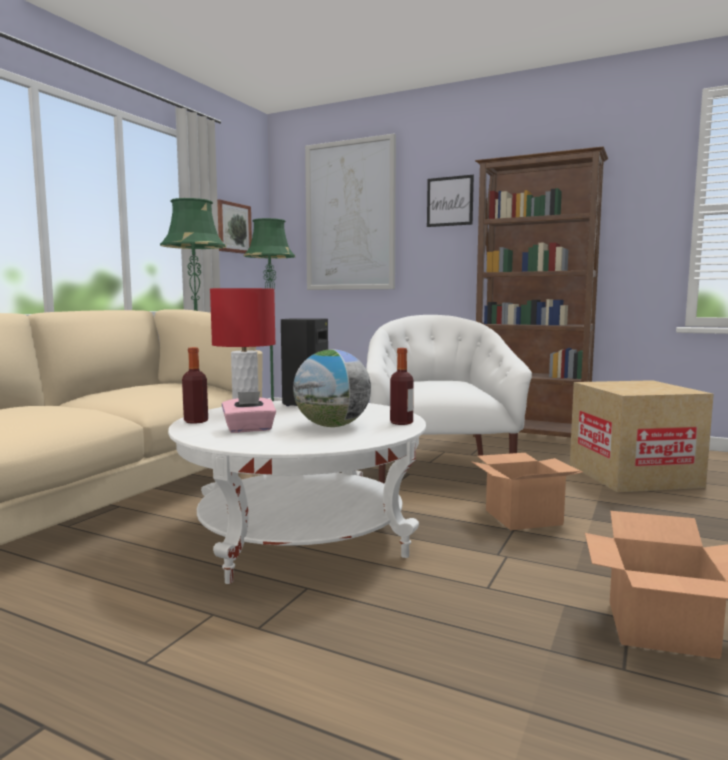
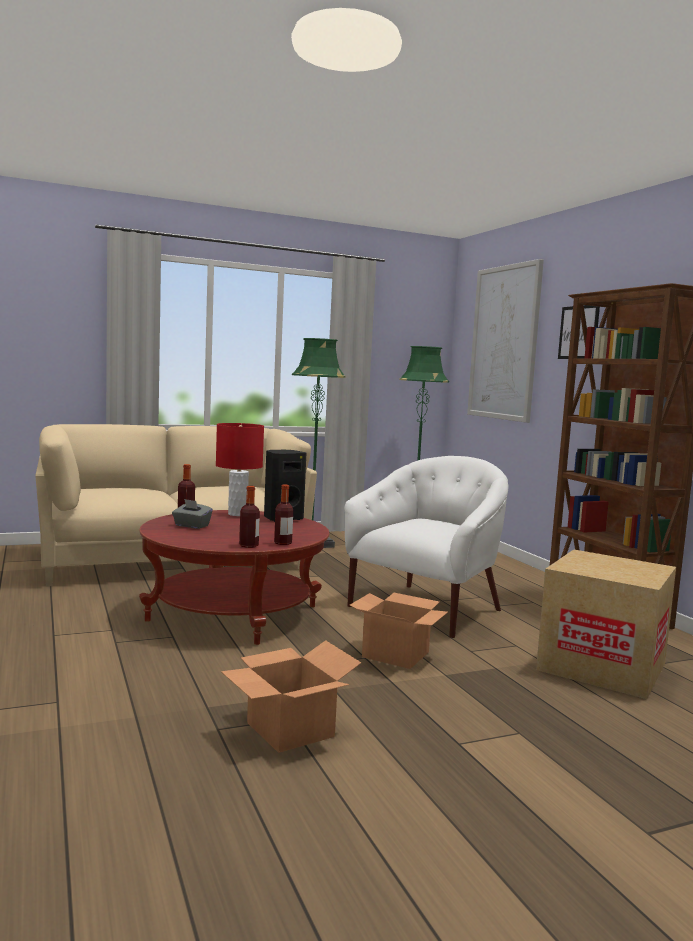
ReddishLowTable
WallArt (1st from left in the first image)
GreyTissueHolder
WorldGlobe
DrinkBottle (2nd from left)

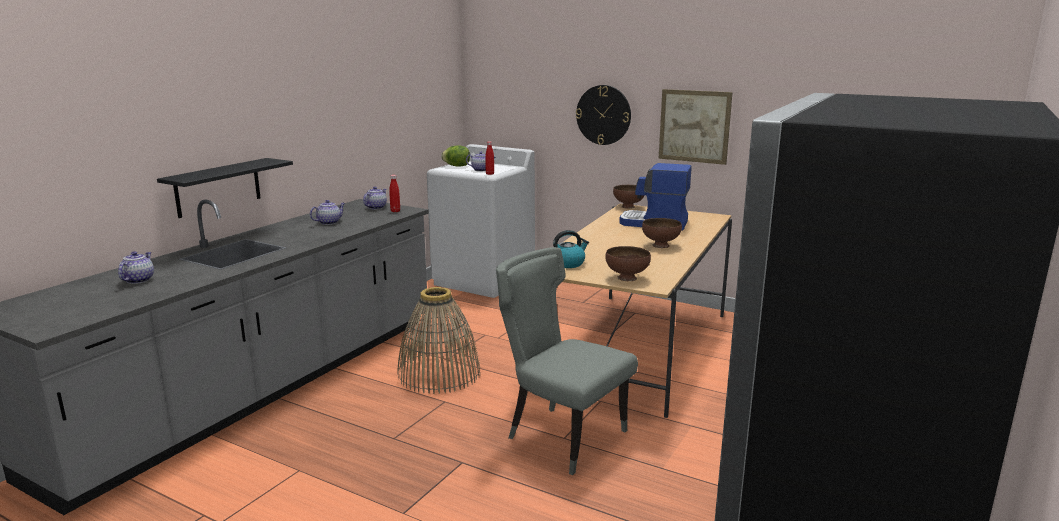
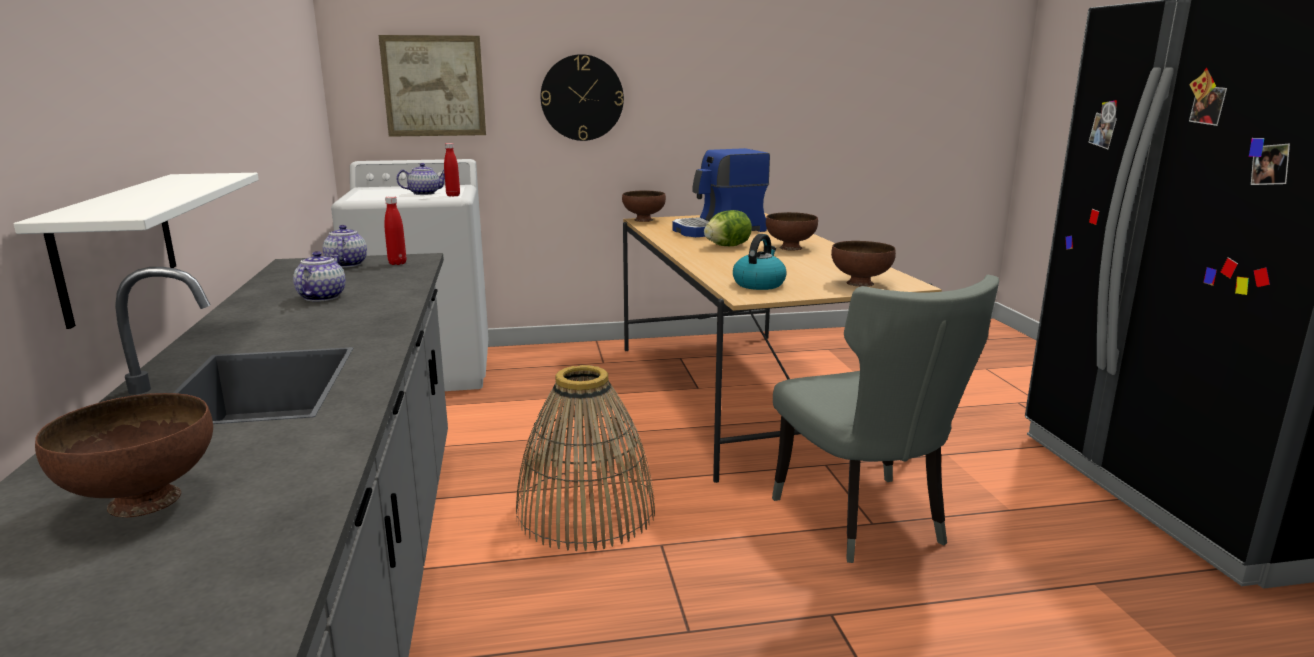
BrownishServingBowl (1st from left)
WhiteColouredWallShelf
Lettuce
GreyChair
WallArt

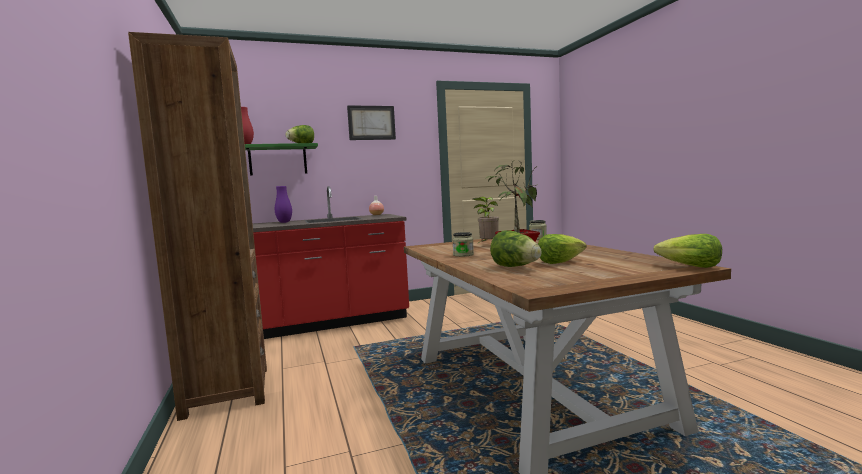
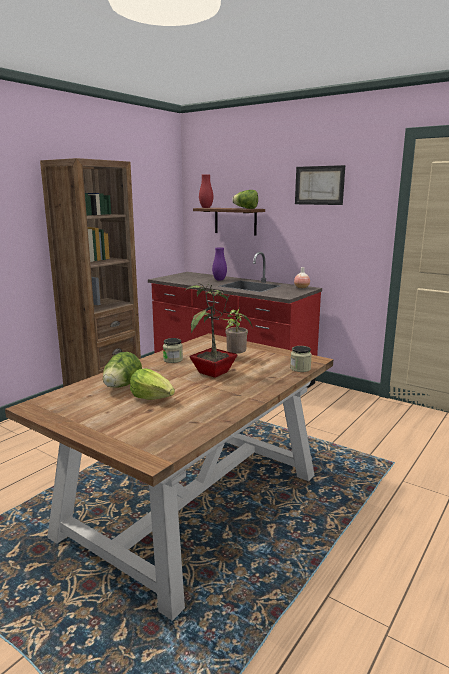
BrownishWallShelf
Lettuce (4th from left in the first image)

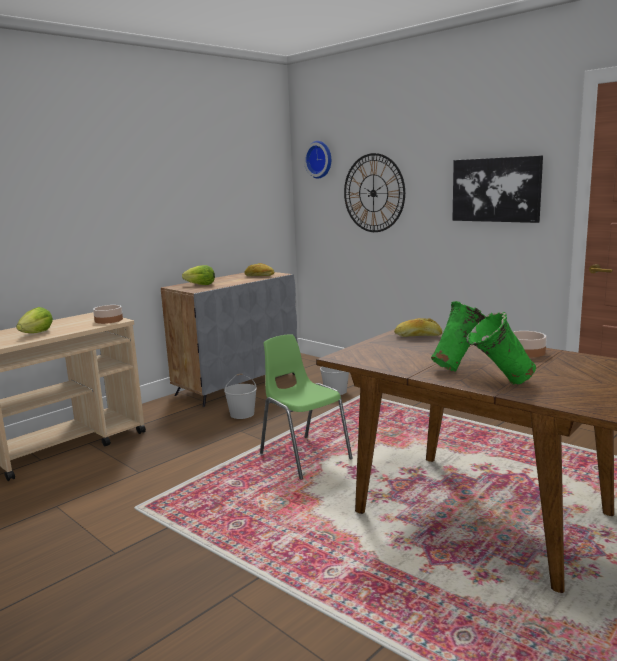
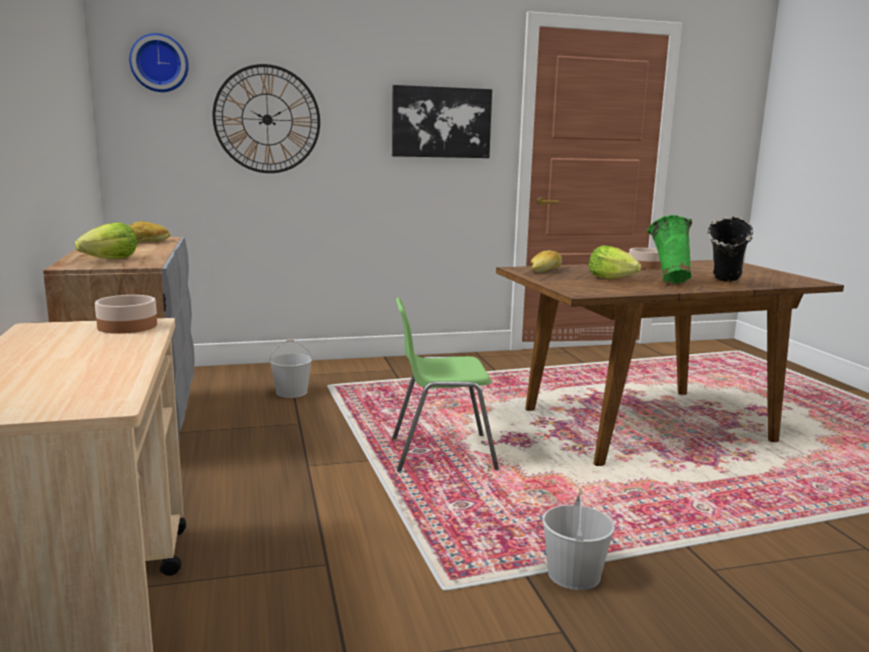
Lettuce (2nd from left)
WhiteColouredPail (2nd from left)
BlackVase

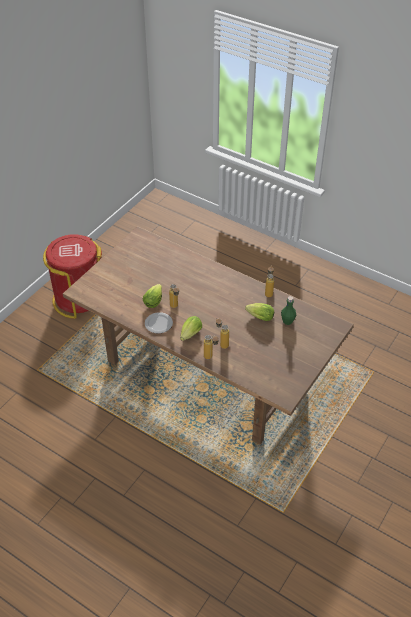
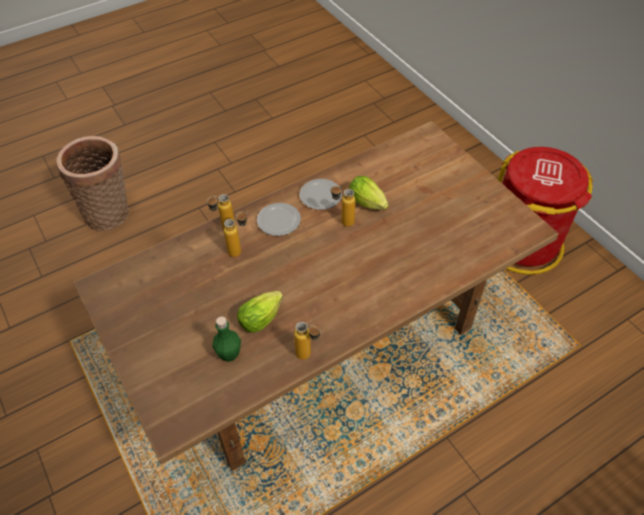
DinnerPlate (1st from left)
StorageBasket

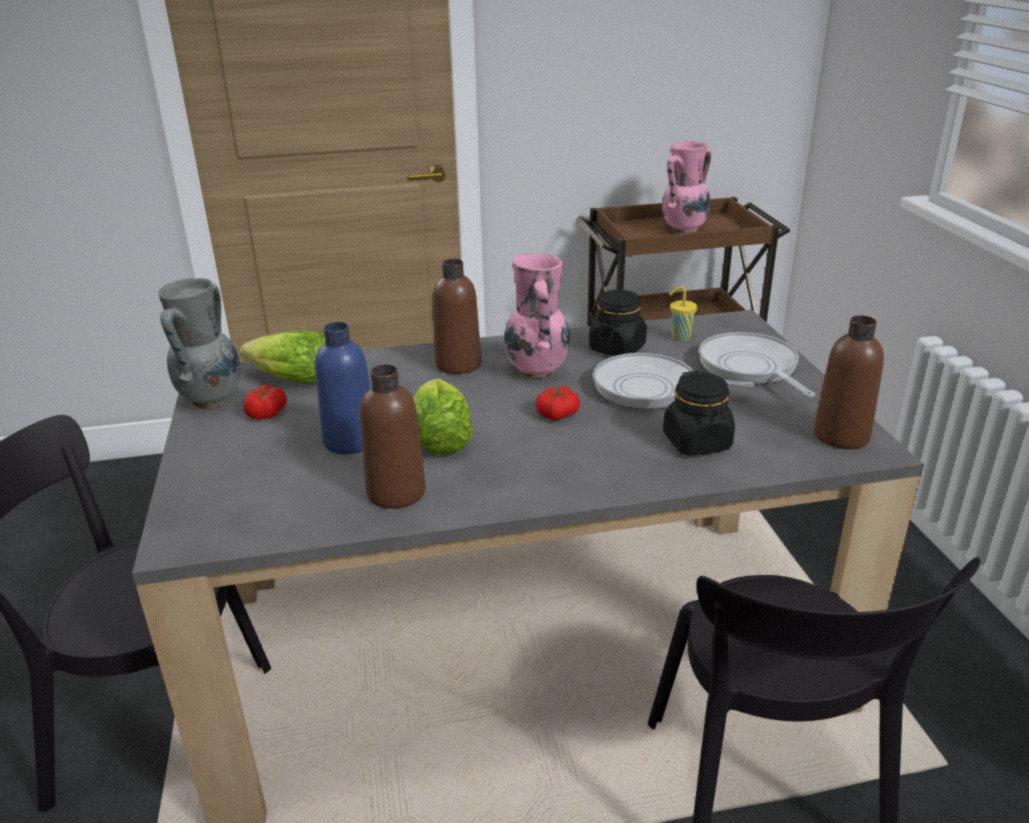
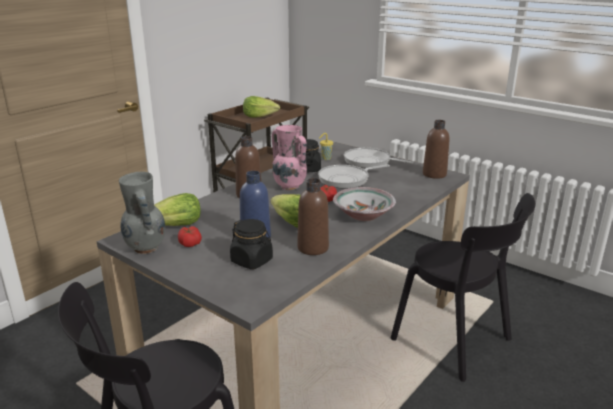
Lettuce (2nd from left)
BlackStorageJar (1st from left)
ServingBowl

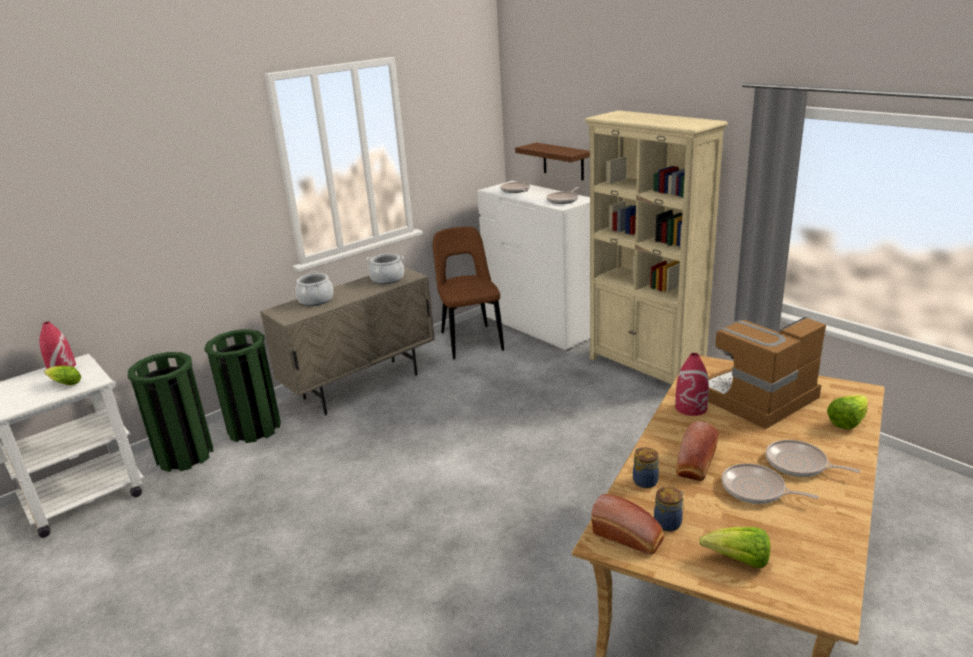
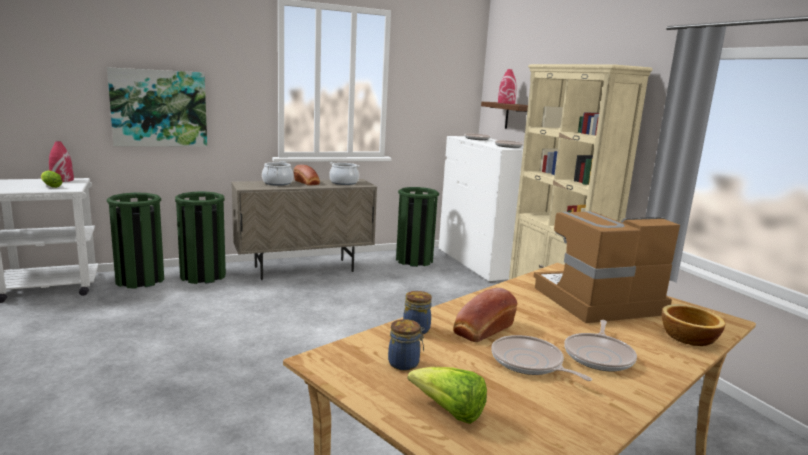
GreenColouredTrashCan (3rd from left)
BakeryBread (1st from left)
ReddishVase (2nd from left)
FryingPan (4th from left)
ServingBowl
WallArt

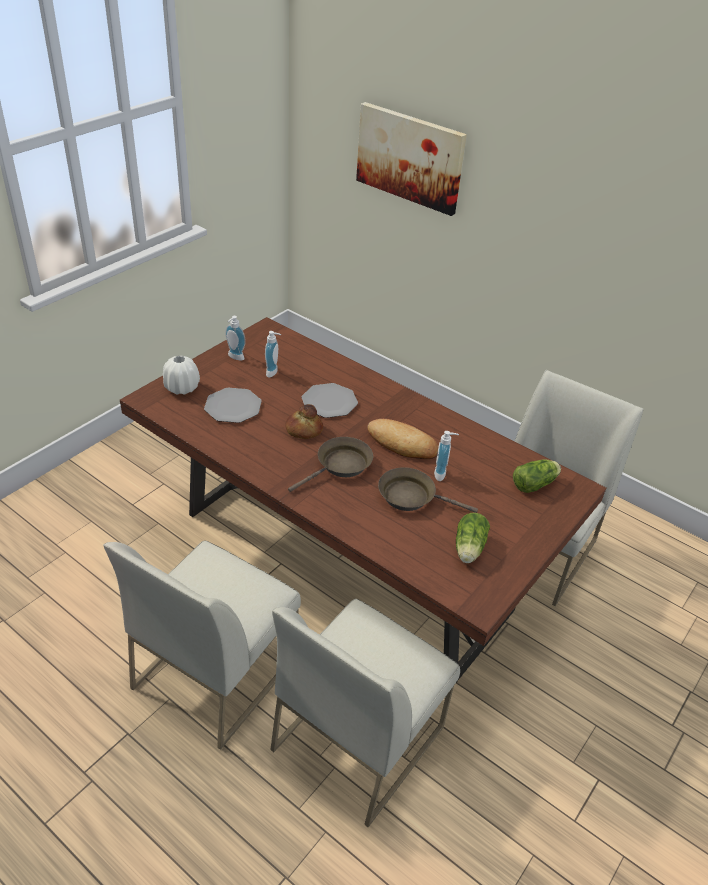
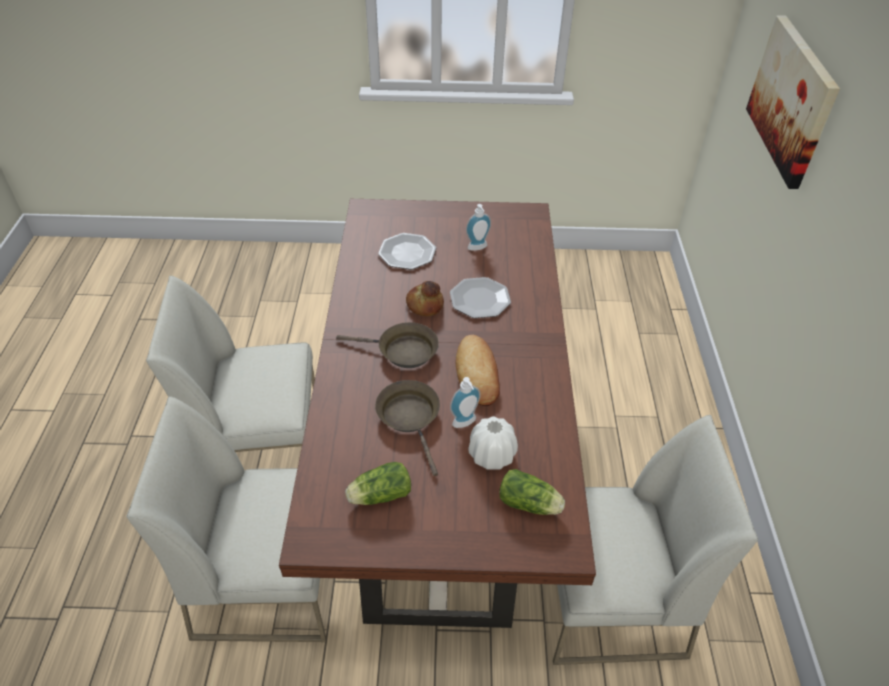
WhiteColouredVase
SoapBottle (1st from left in the first image)

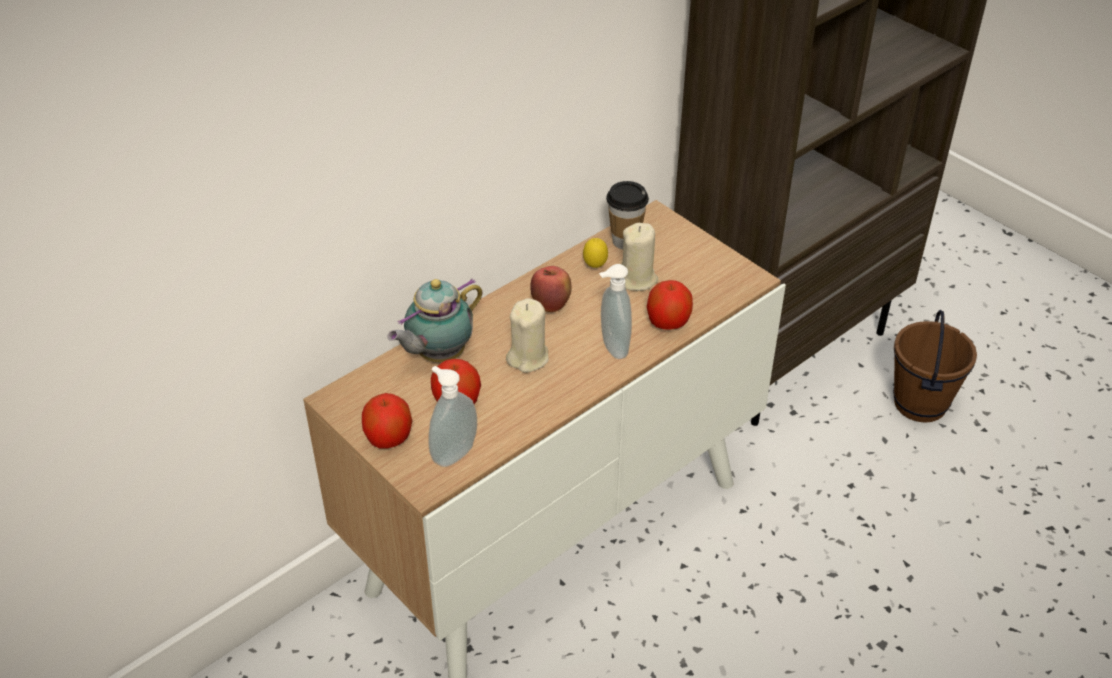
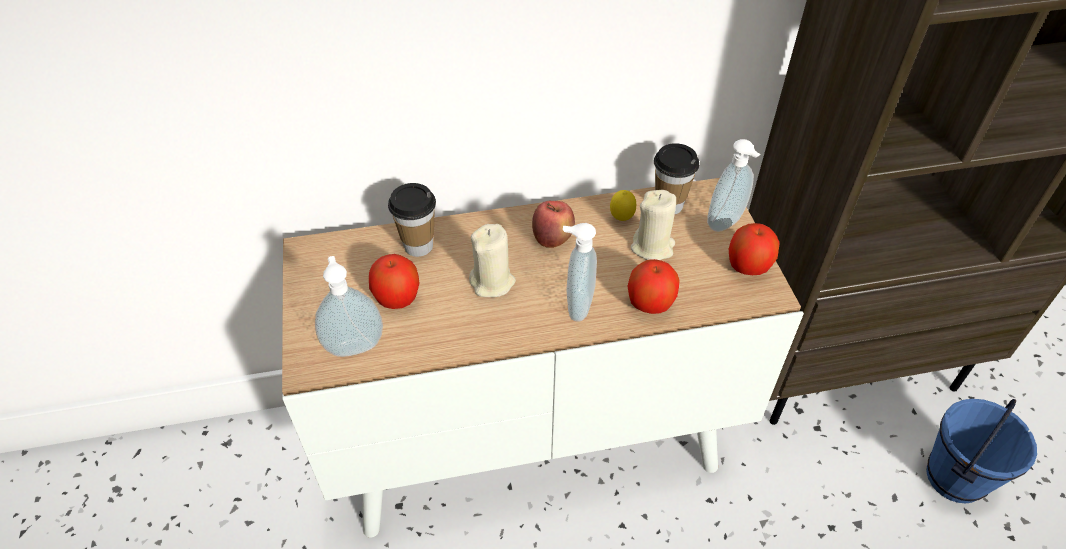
Apple (4th from left)
SmallCup (1st from left)
BlueColouredPail
SoapBottle (3rd from left)

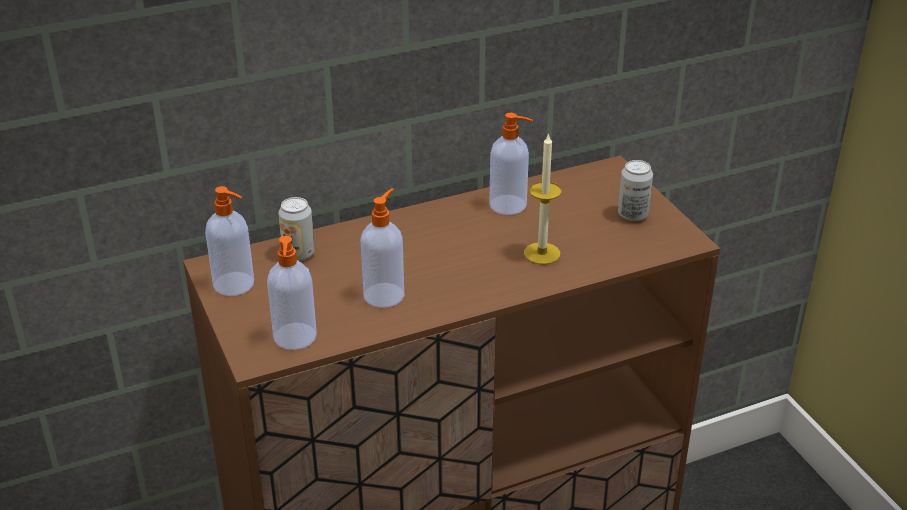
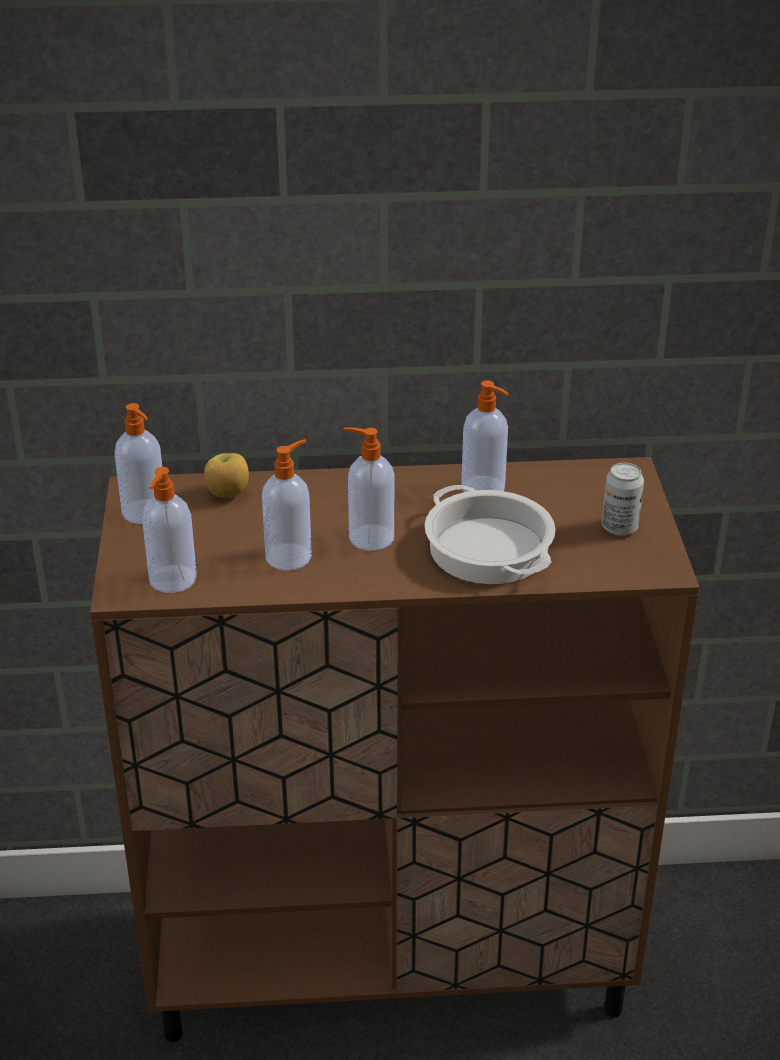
Apple
Saucepot
SoapBottle (4th from left)

